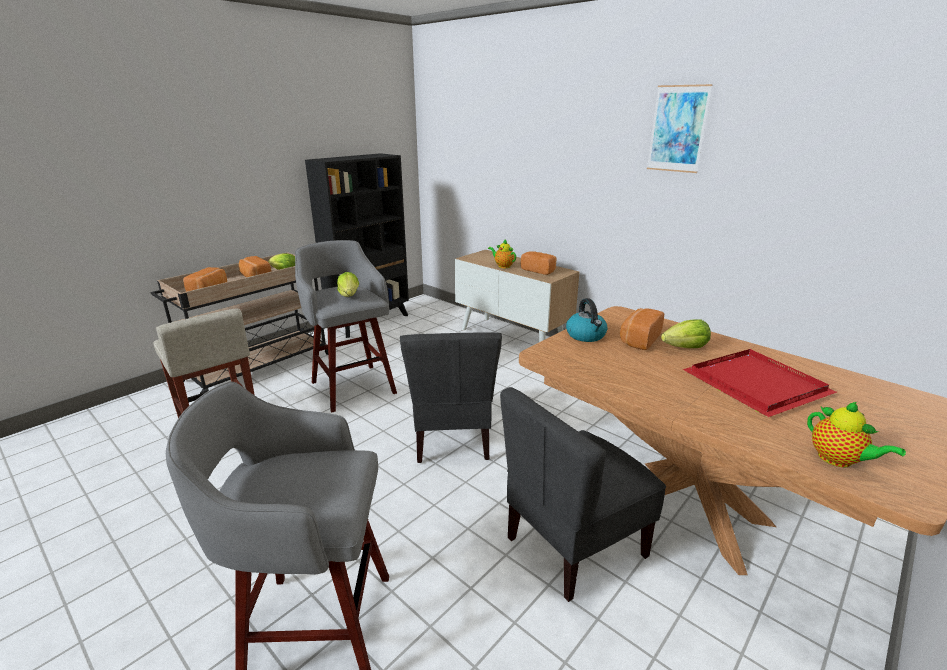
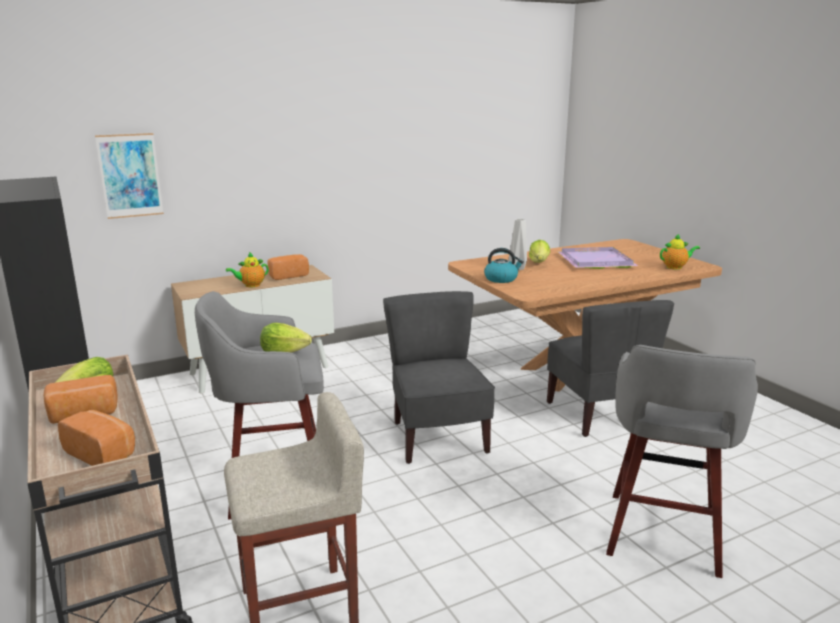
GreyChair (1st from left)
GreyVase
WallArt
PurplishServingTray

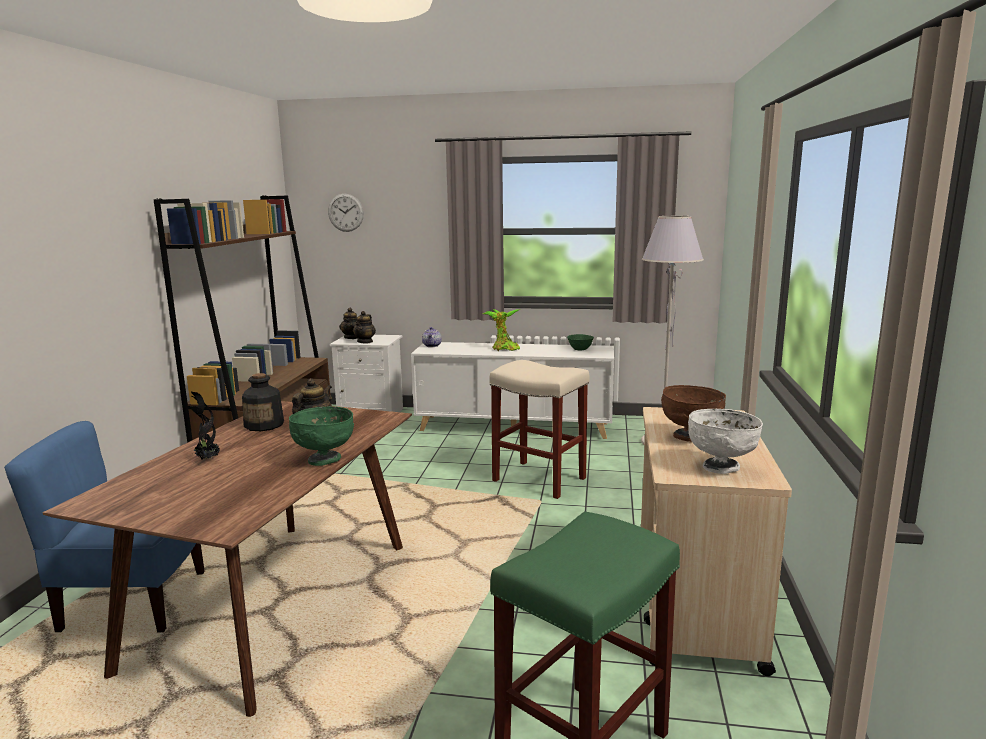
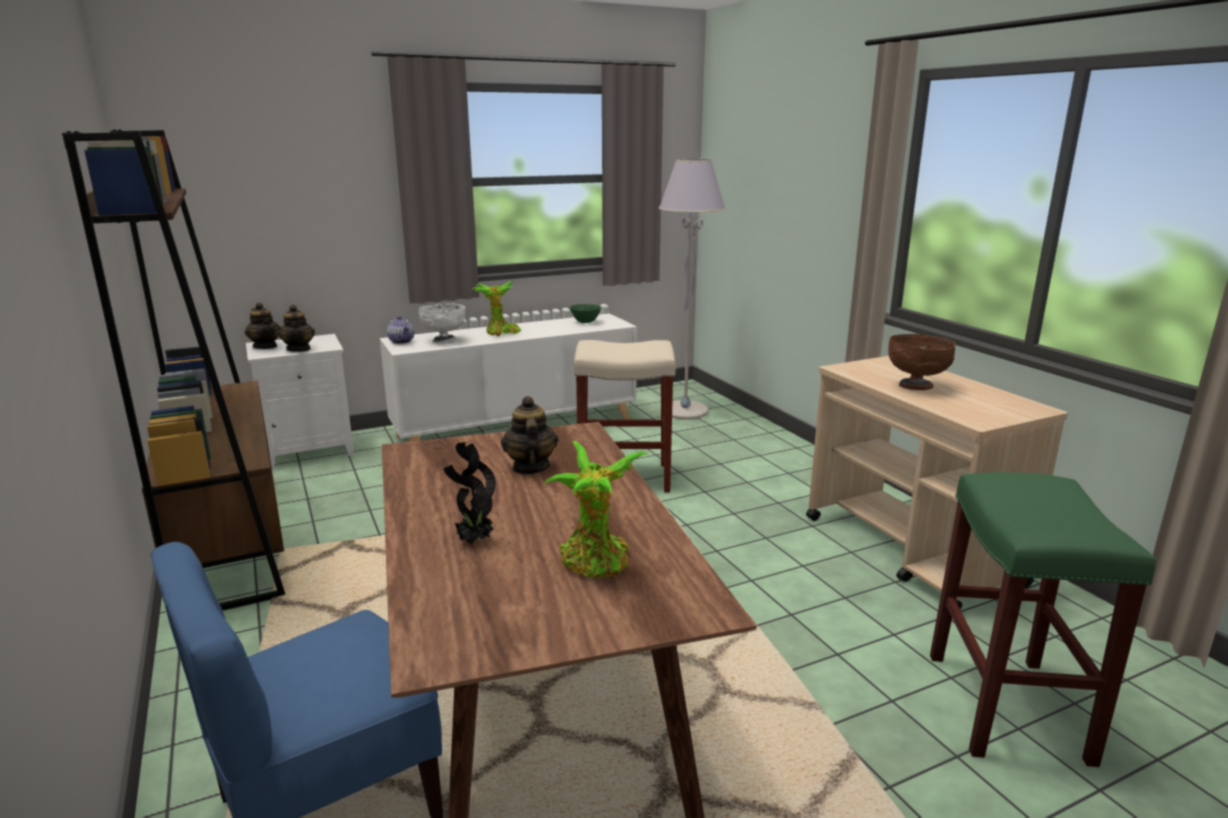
DrinkBottle
GreenColouredServingBowl (1st from left in the first image)
WallClock
WhiteColouredServingBowl
Houseplant (3rd from left)

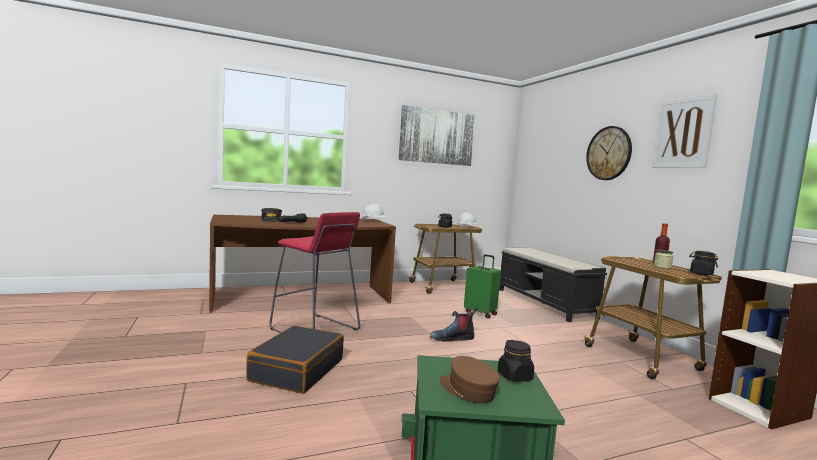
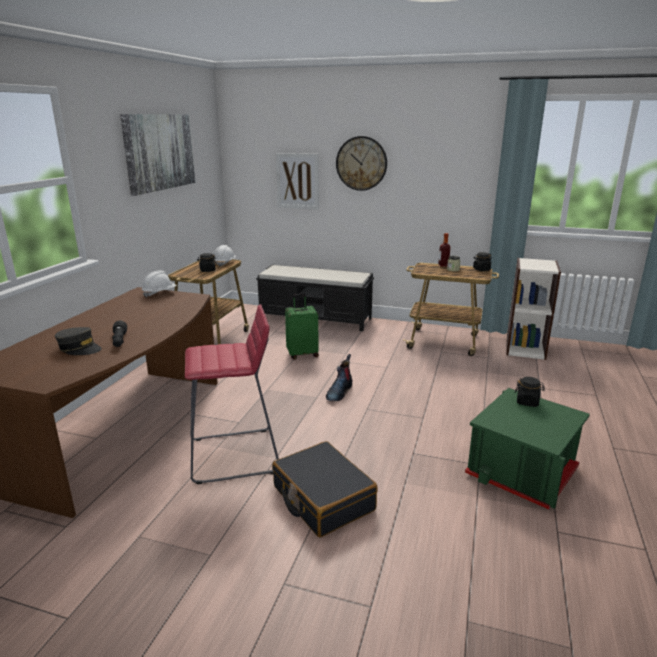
BrownishBaseballCap
WallArt (2nd from left)

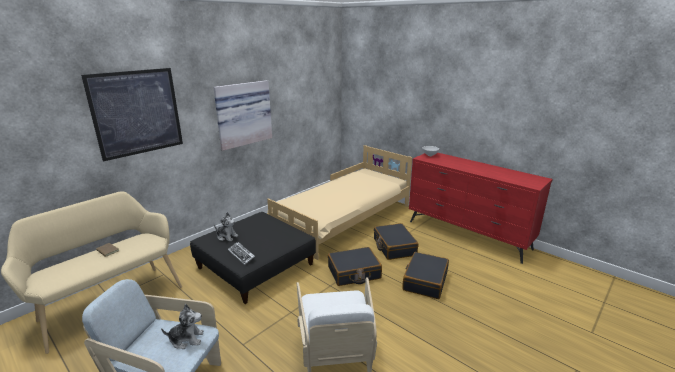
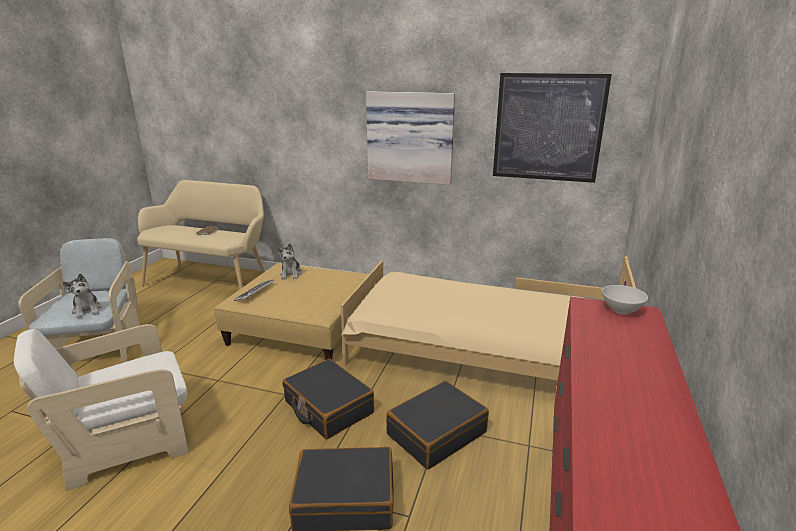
WallArt (2nd from left)
BeigePouffe

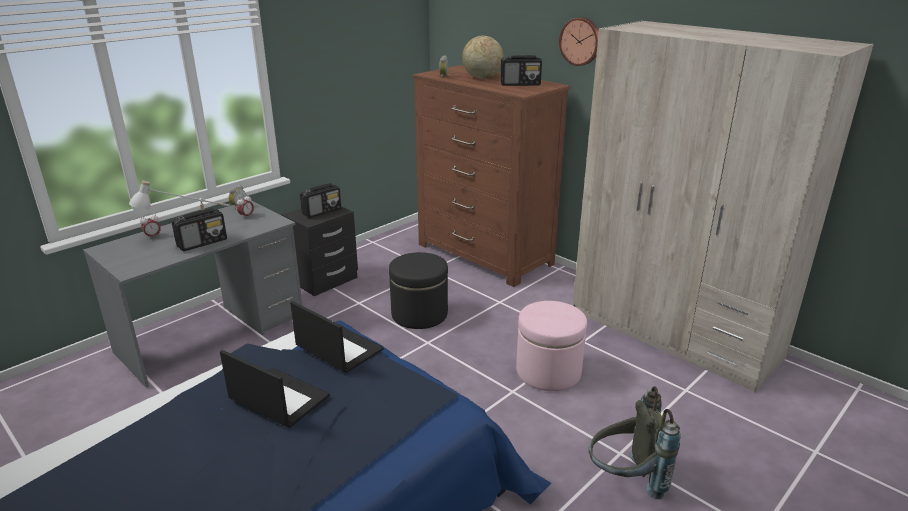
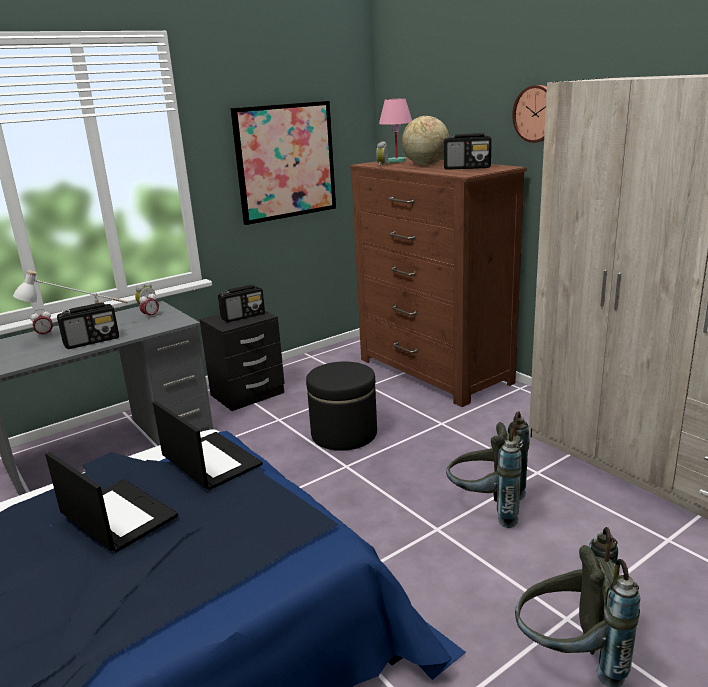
GreyRucksack (1st from left)
WallArt
PinkColouredTableLamp

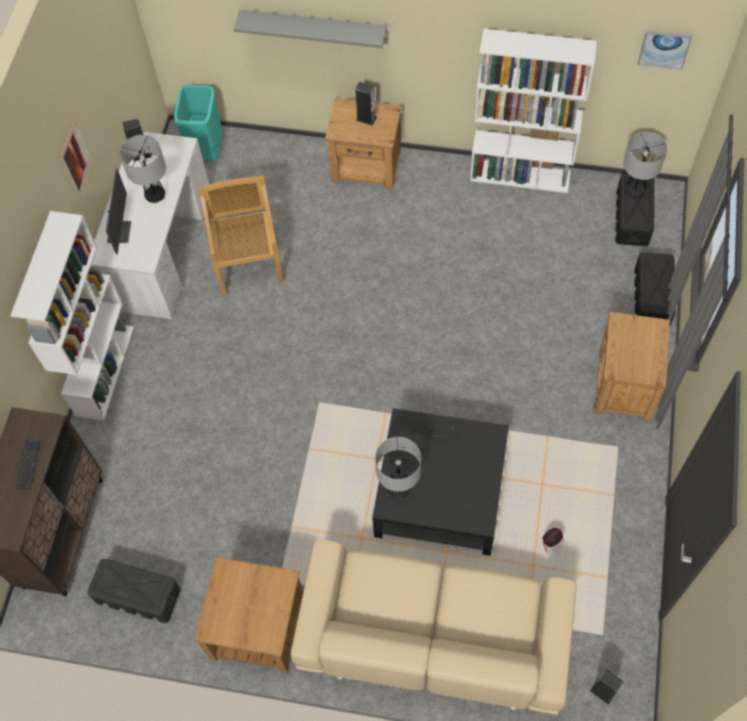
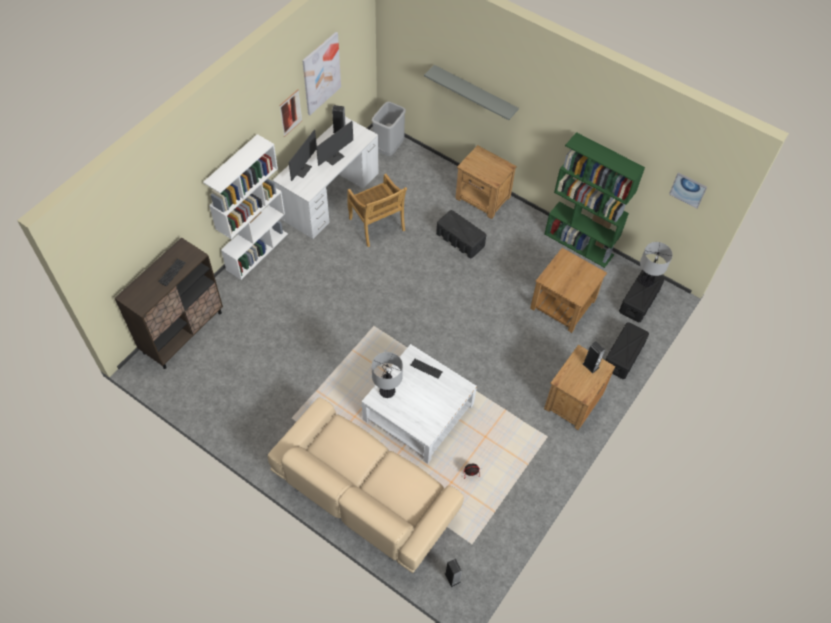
BlackStorageContainer (1st from left)
ComputerScreen (2nd from left)
GreyTrashCan
BrownishAccentTable
BeigeChair
Loudspeaker (3rd from left)
WhiteColouredLowTable
GreenColouredShelvingUnit
WallArt (2nd from left)

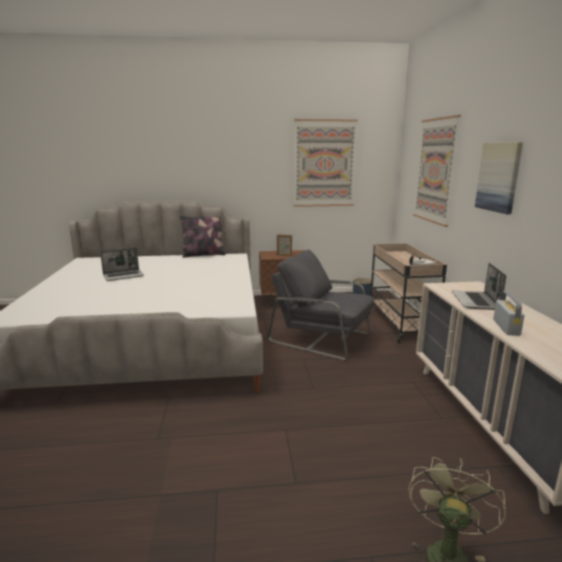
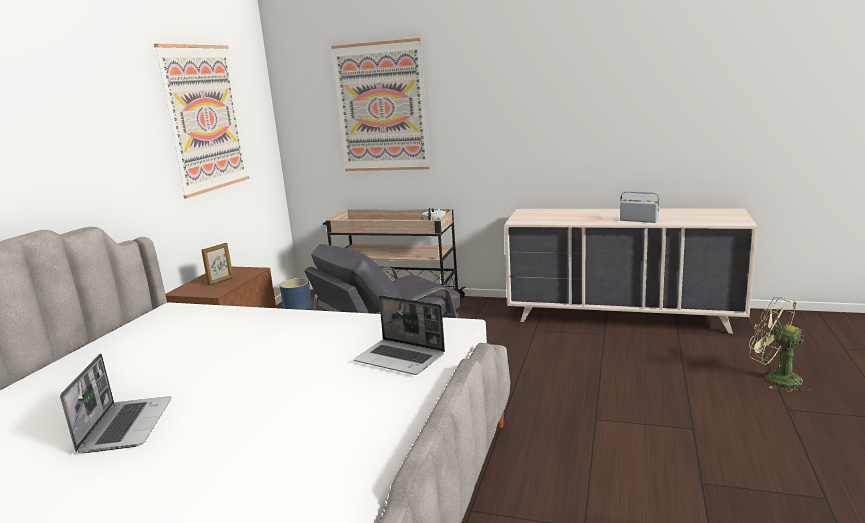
ThrowPillow
PortableComputer (2nd from left)
WallArt (3rd from left in the first image)

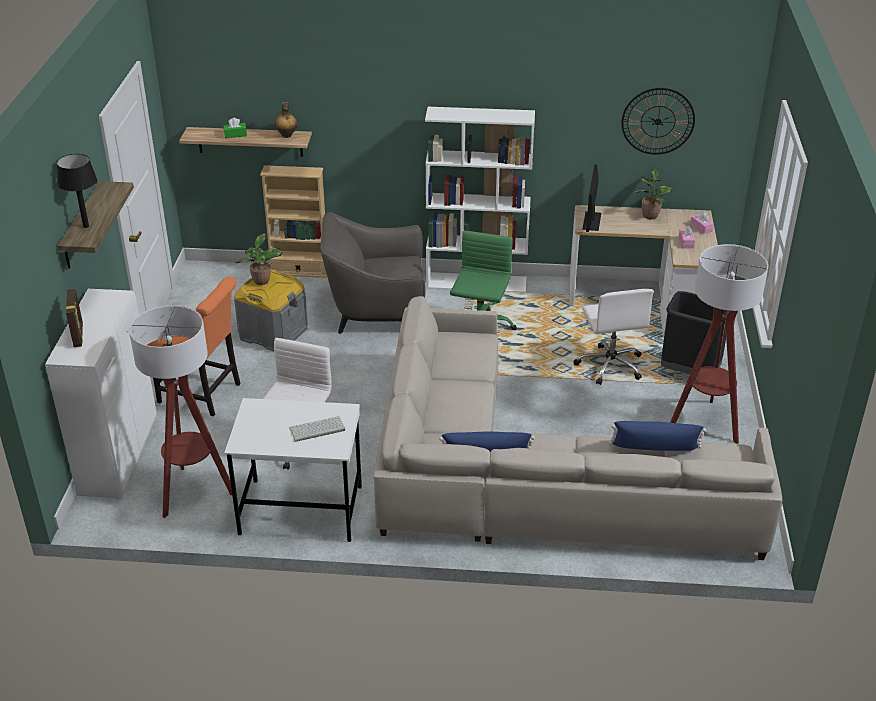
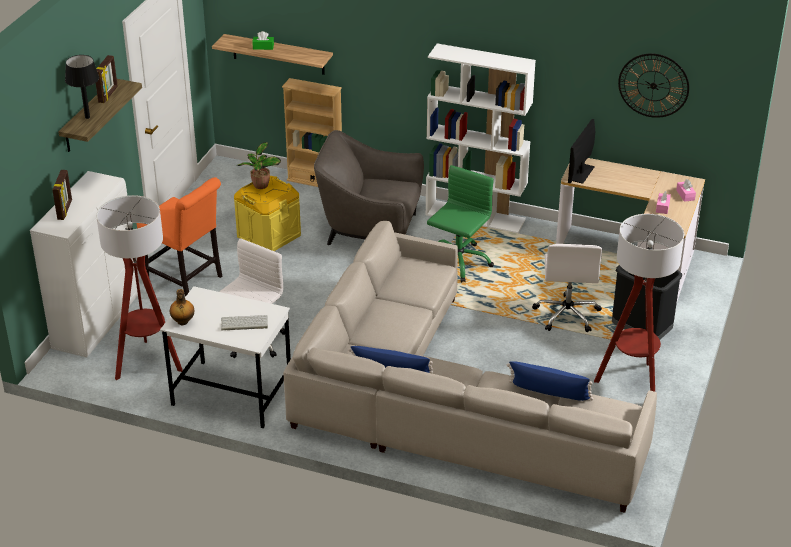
YellowColouredStorageContainer
DrinkBottle
Houseplant (2nd from left in the first image)
StandingFrame (2nd from left)

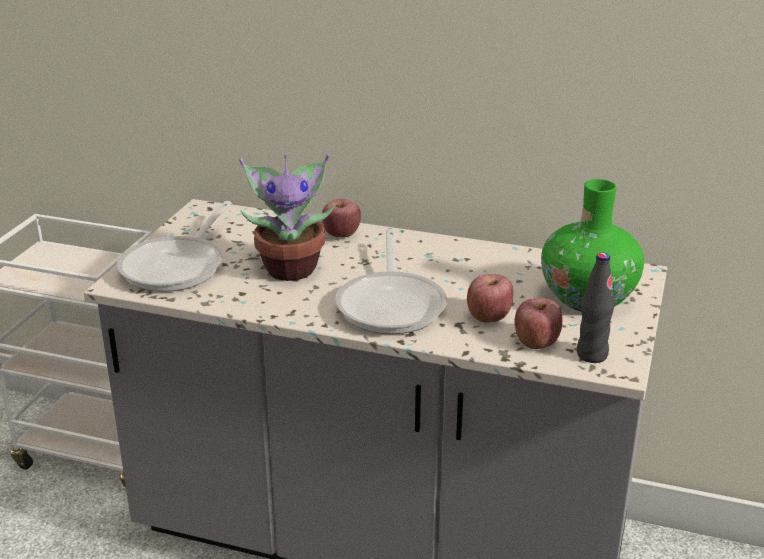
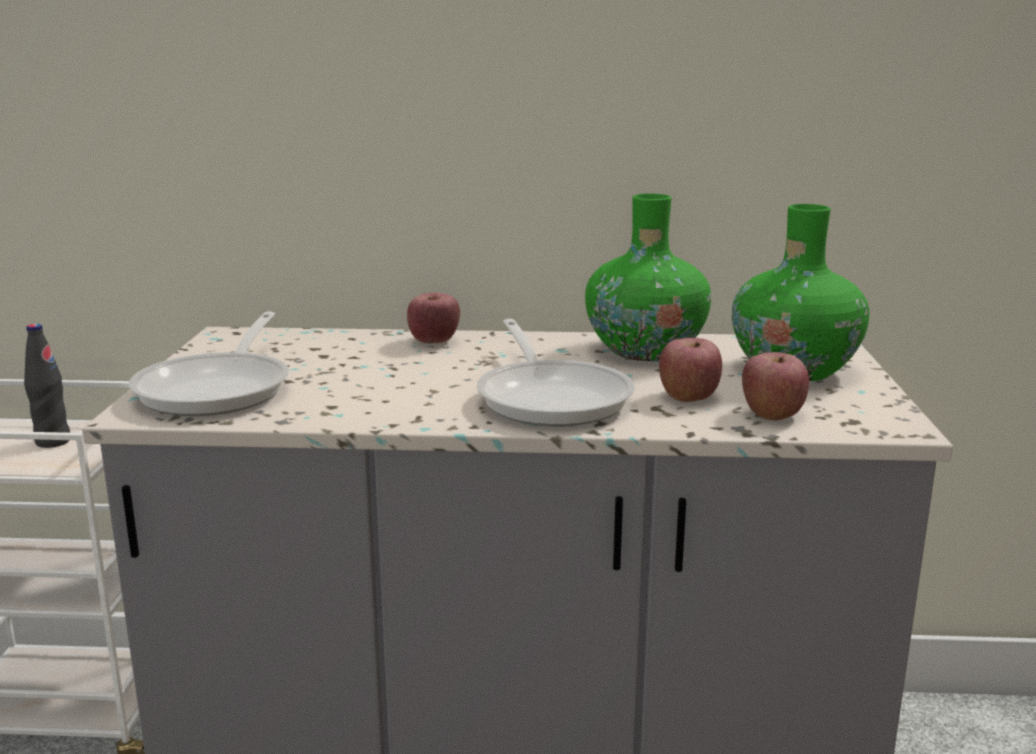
Houseplant
BlackDrinkBottle
GreenColouredVase (1st from left)

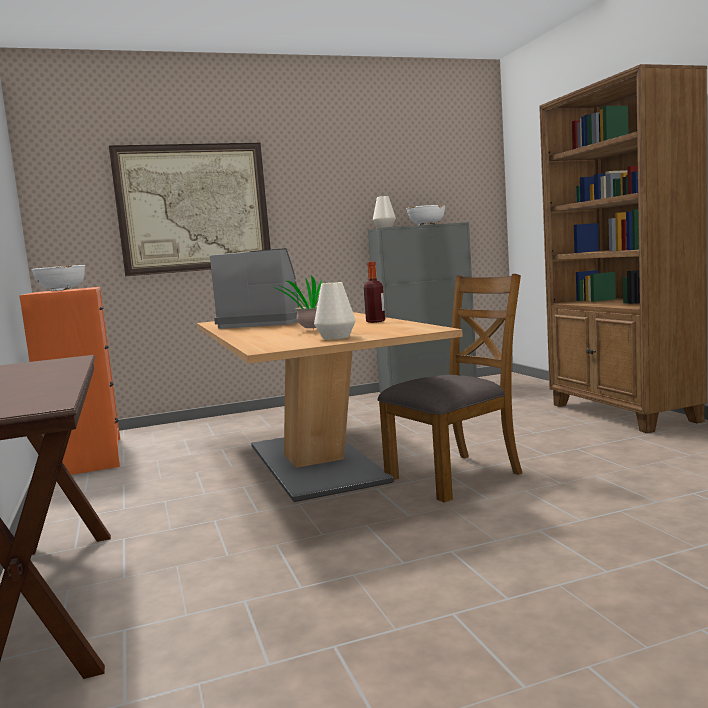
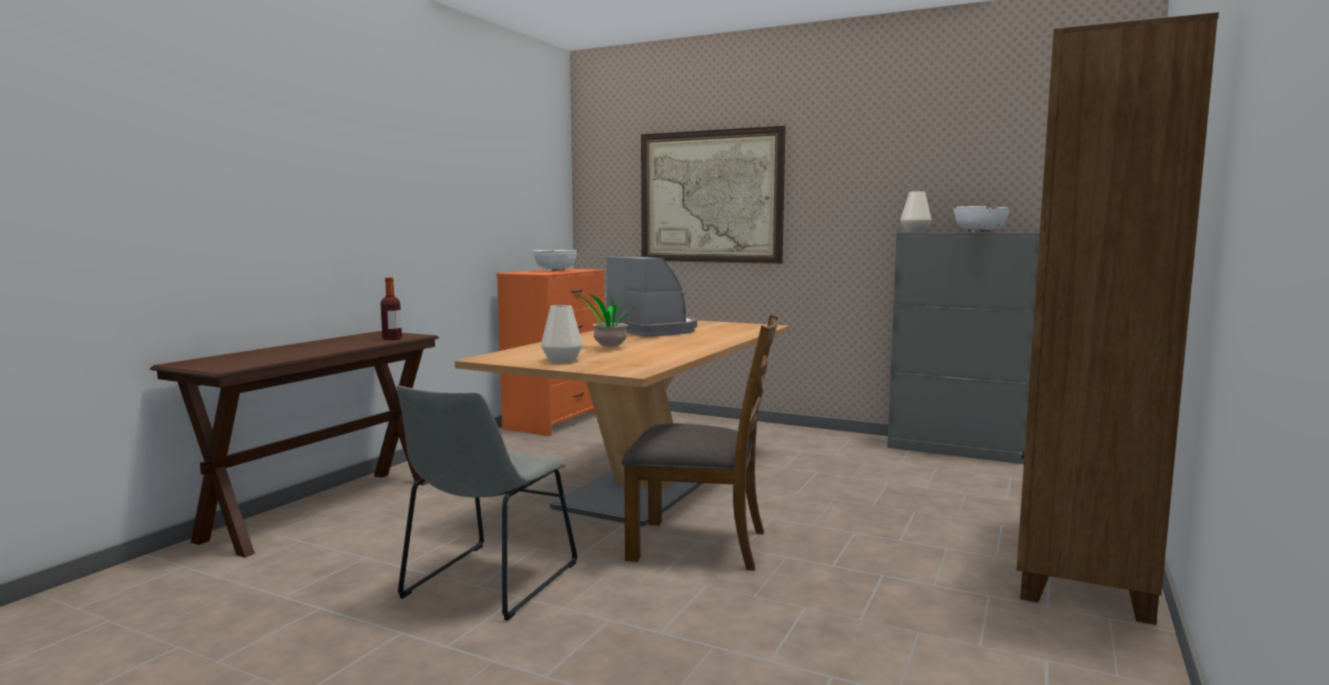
DrinkBottle
GreyChair

